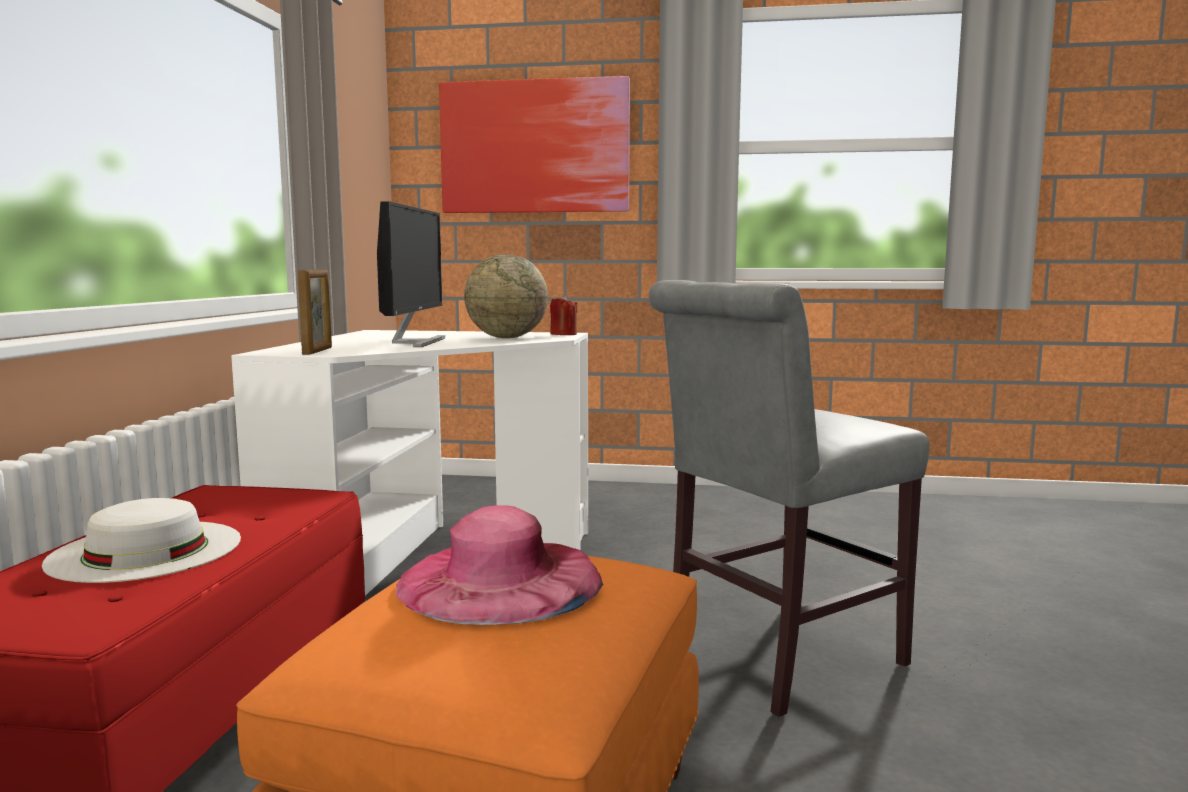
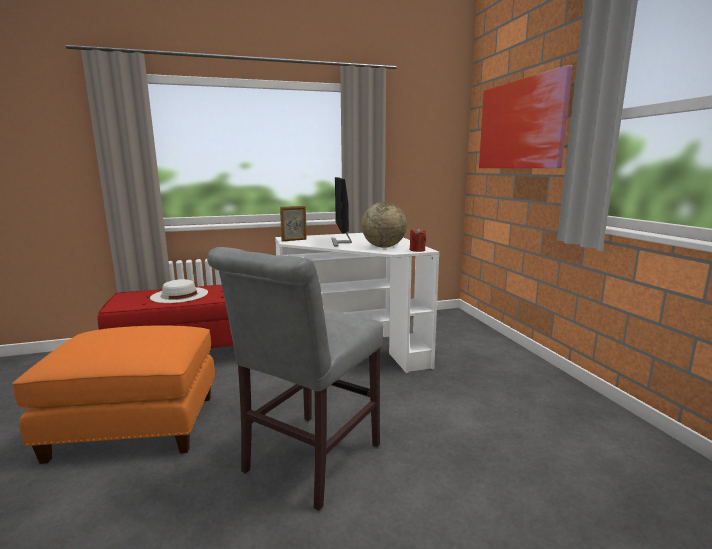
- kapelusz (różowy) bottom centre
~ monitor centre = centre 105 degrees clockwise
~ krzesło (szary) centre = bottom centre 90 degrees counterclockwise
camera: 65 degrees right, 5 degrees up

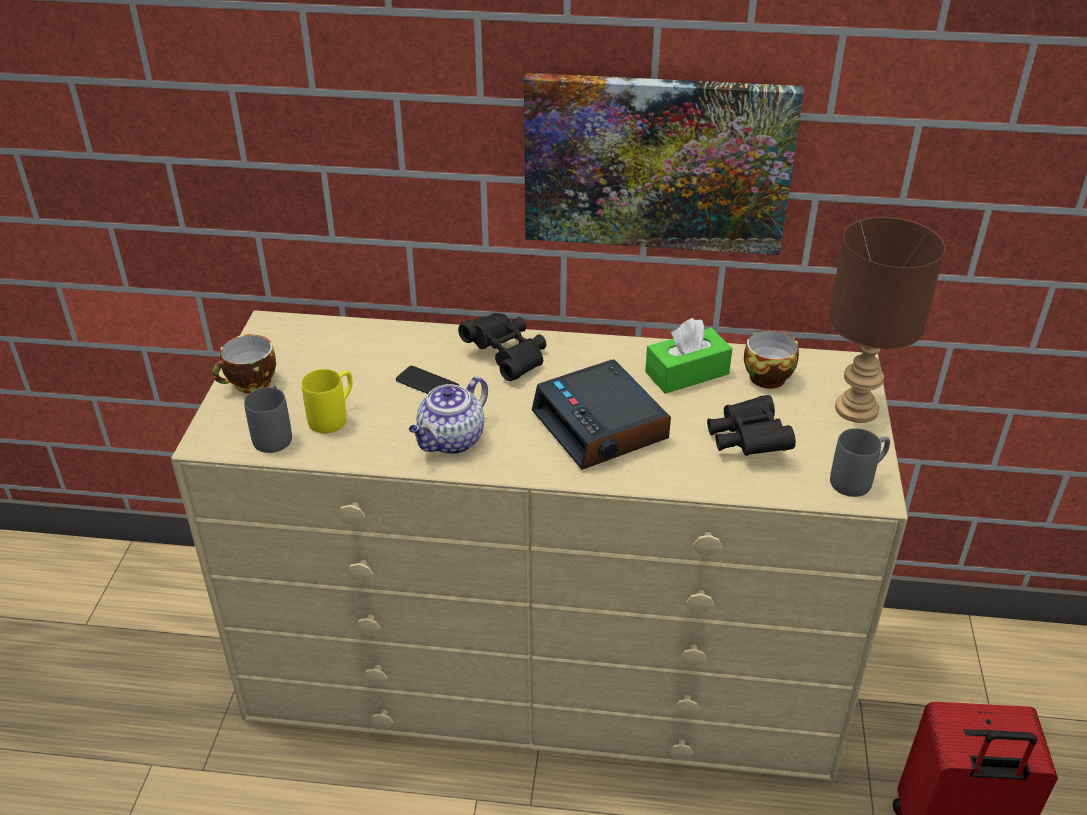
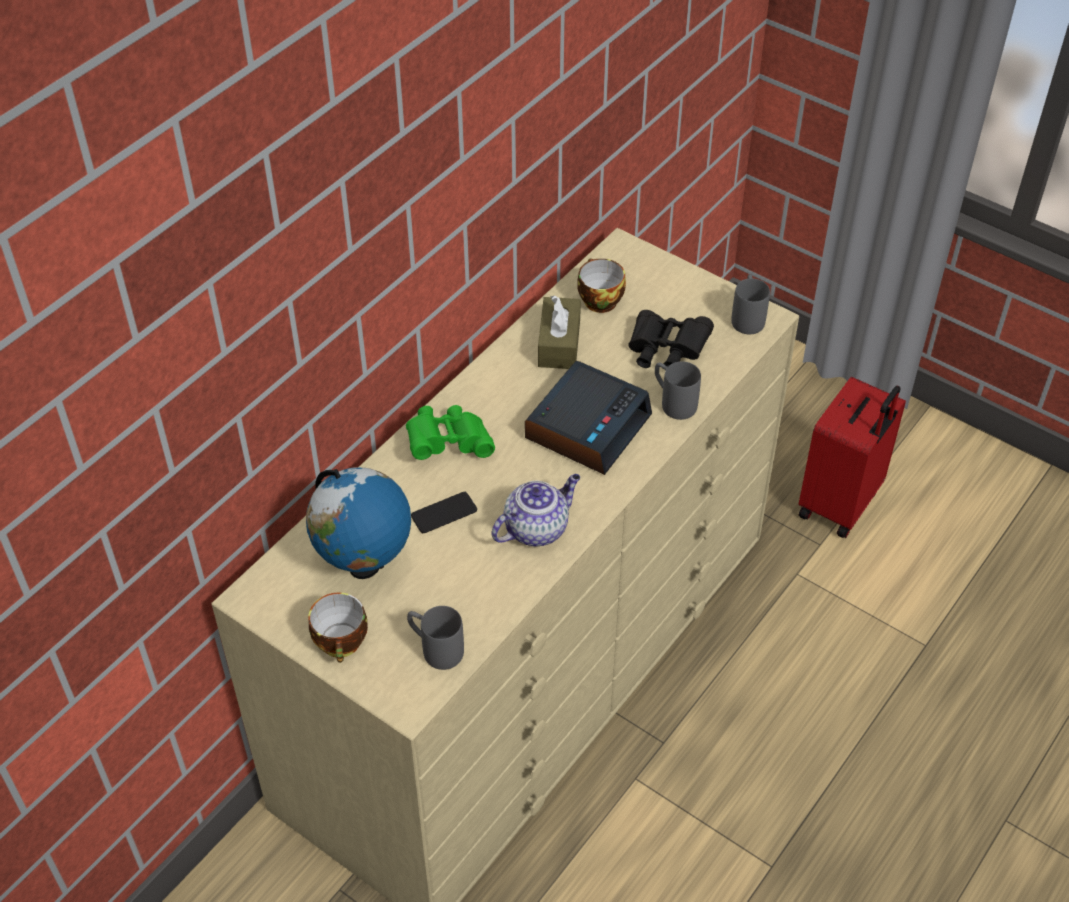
- kubek (żółty) middle left
- obraz top centre
- lampa stołowa (brązowy) middle right
+ globus centre
+ kubek (szary) (2nd from left) centre
~ lornetka (czarny) (1st from left) centre to lornetka (zielony) centre
~ pudełko chusteczek (zielony) centre to pudełko chusteczek (brązowy) centre
~ imbryk centre = centre 105 degrees counterclockwise
~ budzik centre = centre 60 degrees counterclockwise
camera: 60 degrees left, 10 degrees up

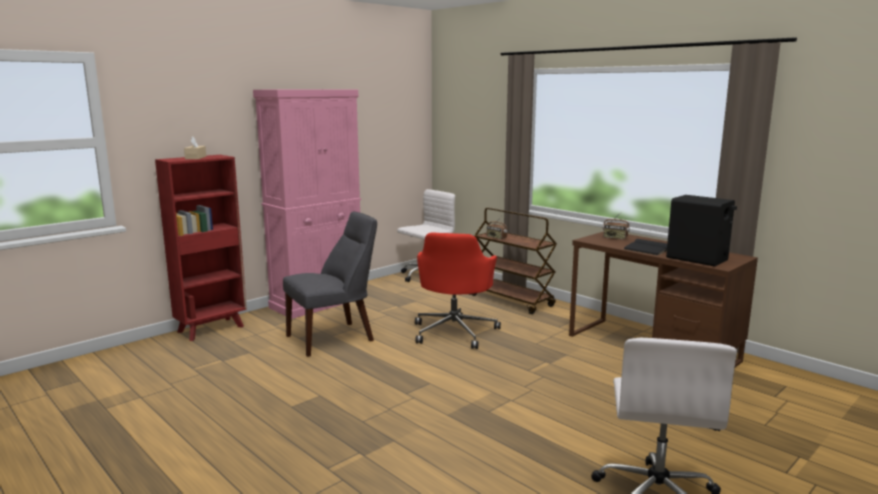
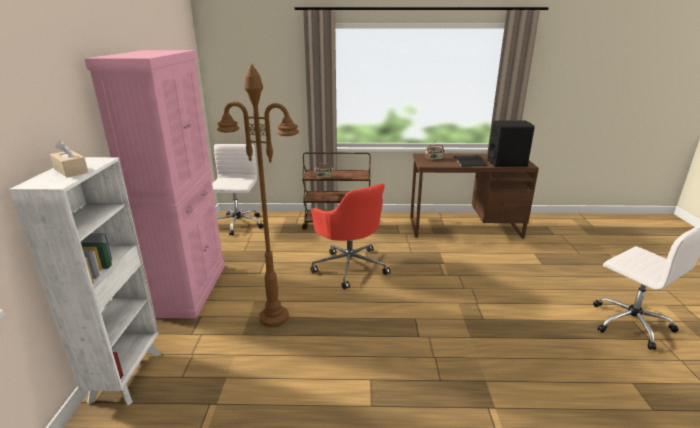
~ krzesło (szary) centre to lampa stojąca (brązowy) centre
~ regał (czerwony) middle left to regał (biały) middle left
camera: 45 degrees left, 10 degrees up

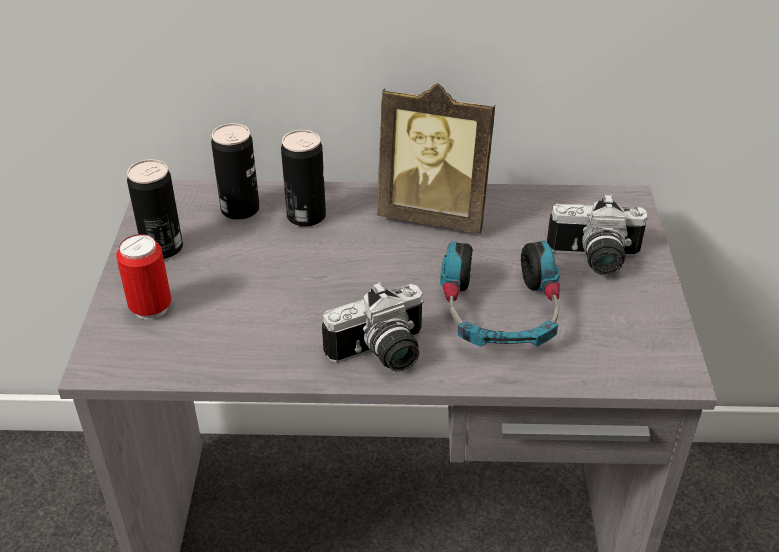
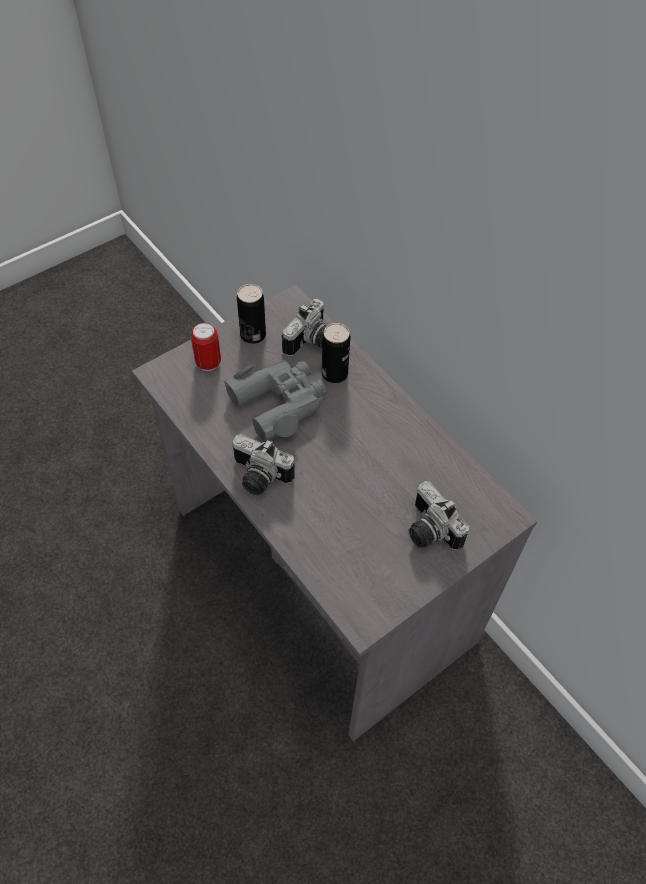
- ramka na zdjęcie top centre
- słuchawki centre
+ lornetka (szary) centre
~ puszka (3rd from left) top left to aparat fotograficzny (2nd from left) centre
camera: 50 degrees right, 15 degrees up

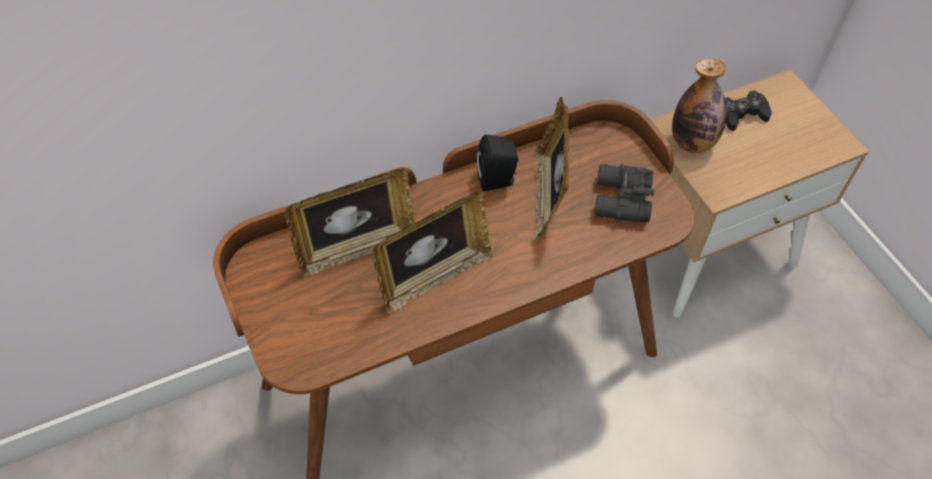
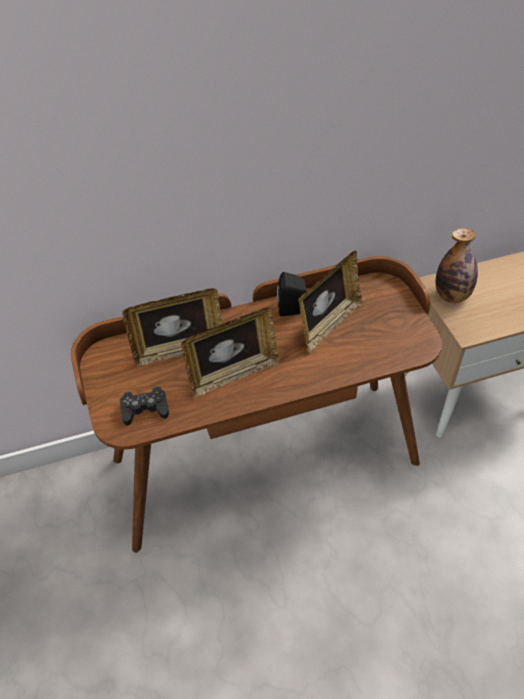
- lornetka (czarny) middle right
~ pad do gier (czarny) top right to middle left
~ ramka na zdjęcie (3rd from left) centre = centre 150 degrees counterclockwise
camera: 10 degrees right, 5 degrees down

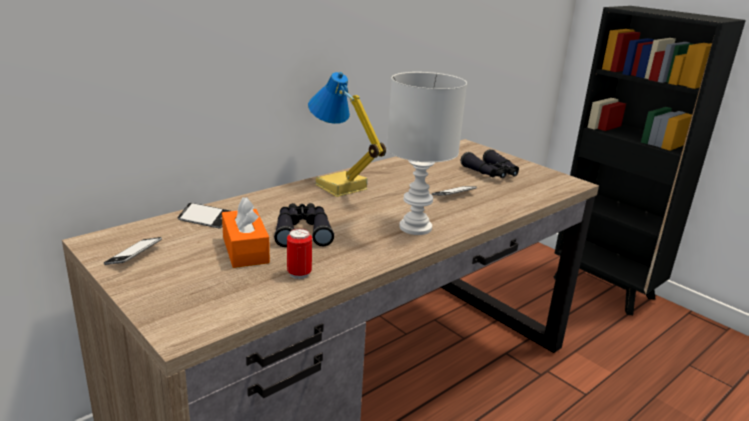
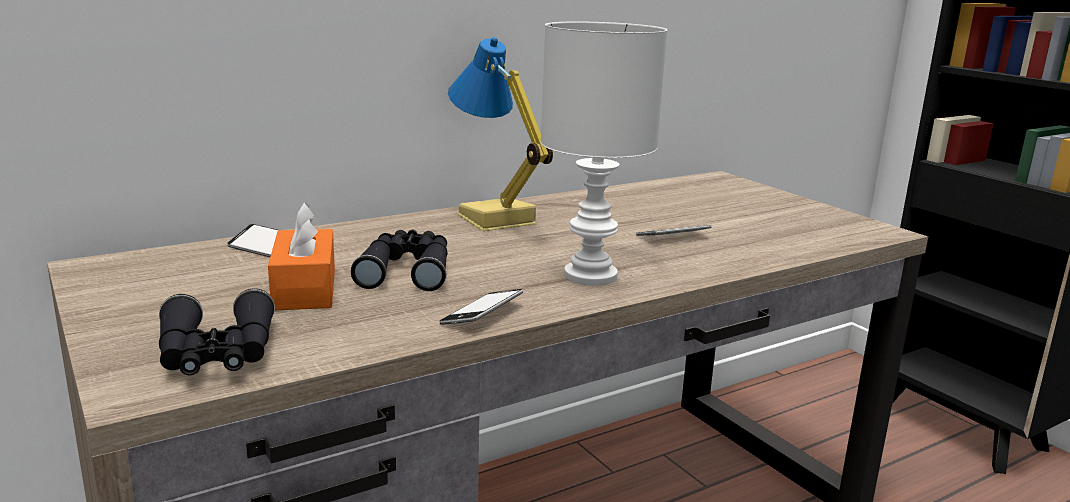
- puszka centre
~ telefon (1st from left in the first image) middle left to telefon (2nd from left) centre
~ lornetka (czarny) (2nd from left in the first image) centre to lornetka (czarny) (1st from left) middle left
camera: 10 degrees right, 5 degrees down

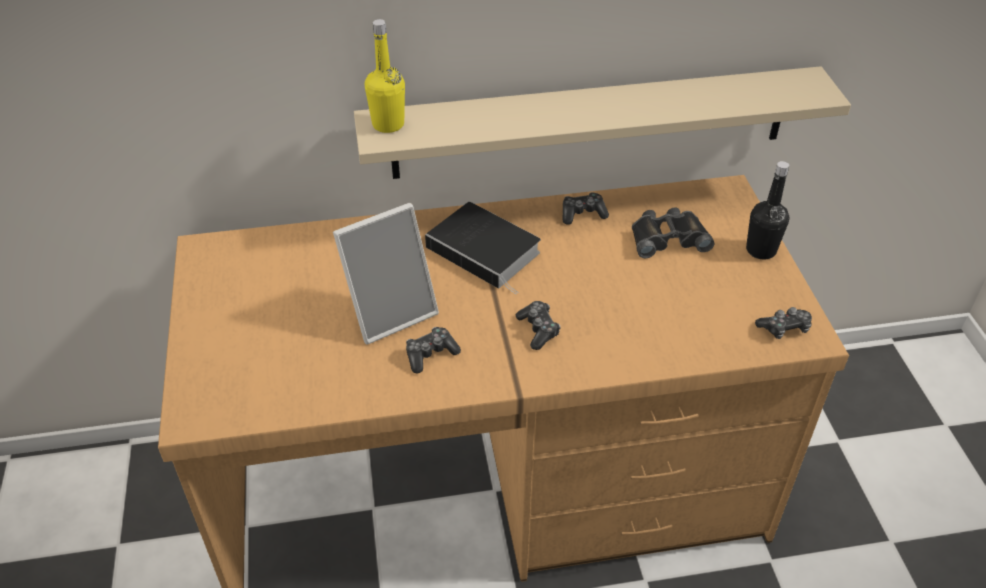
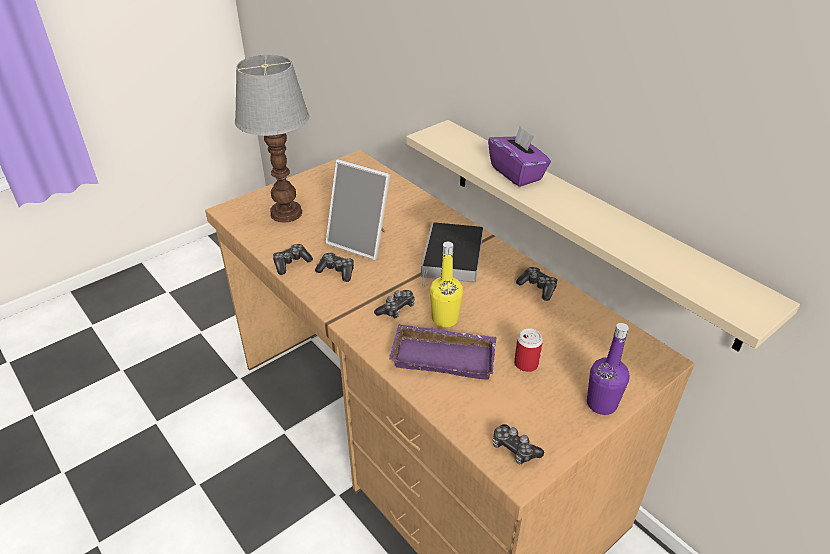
- lornetka (czarny) middle right
+ lampa stołowa top left
+ pad do gier (1st from left) centre
+ taca (fioletowy) centre
+ pudełko chusteczek (fioletowy) top centre
+ puszka centre
~ butelka (żółty) top centre to centre
~ butelka (czarny) middle right to butelka (fioletowy) middle right
camera: 60 degrees right, 5 degrees down

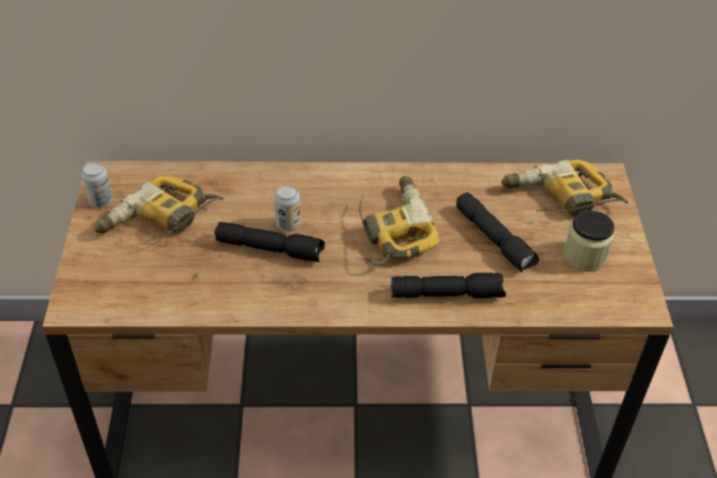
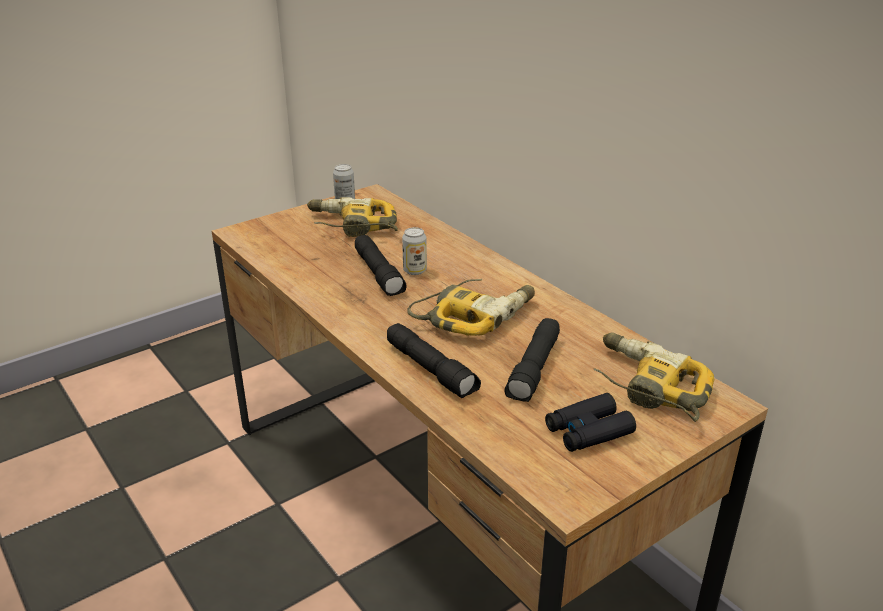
~ słoik middle right to lornetka (czarny) bottom right
camera: 55 degrees right, 15 degrees down

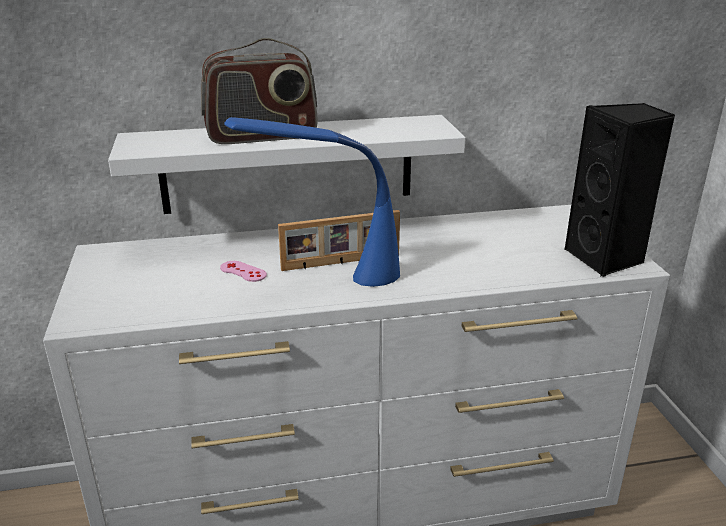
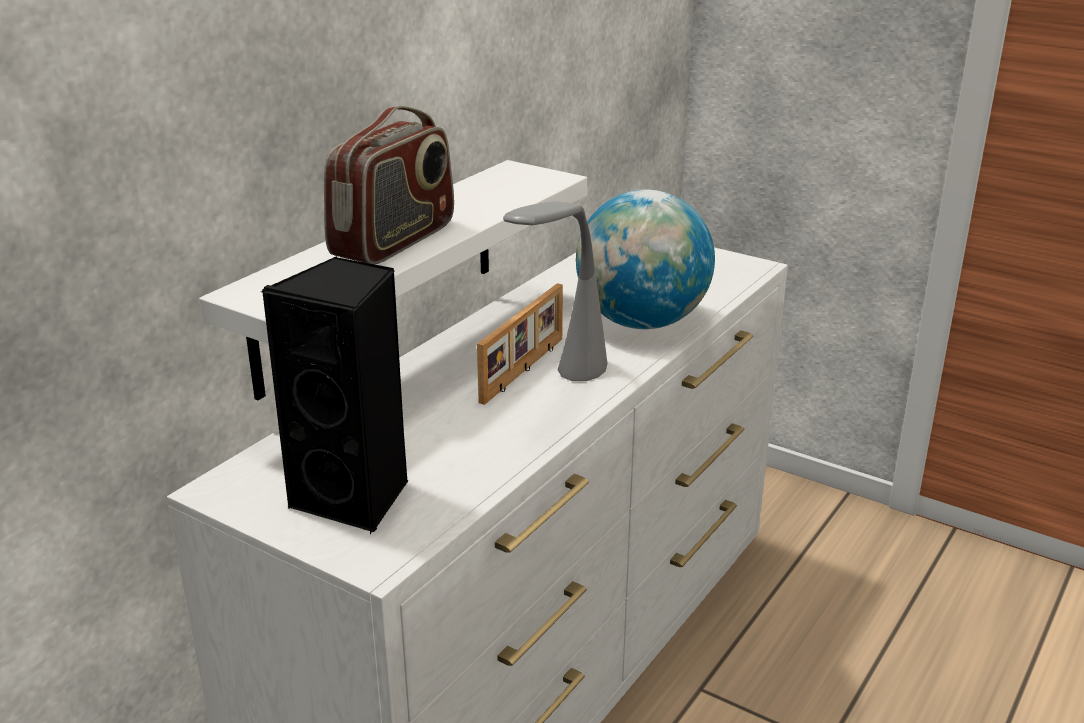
- pad do gier (różowy) centre
+ globus centre
~ głośnik (czarny) middle right to middle left
~ lampa stołowa (niebieski) centre to lampa stołowa (szary) centre
camera: 45 degrees left, 0 degrees up

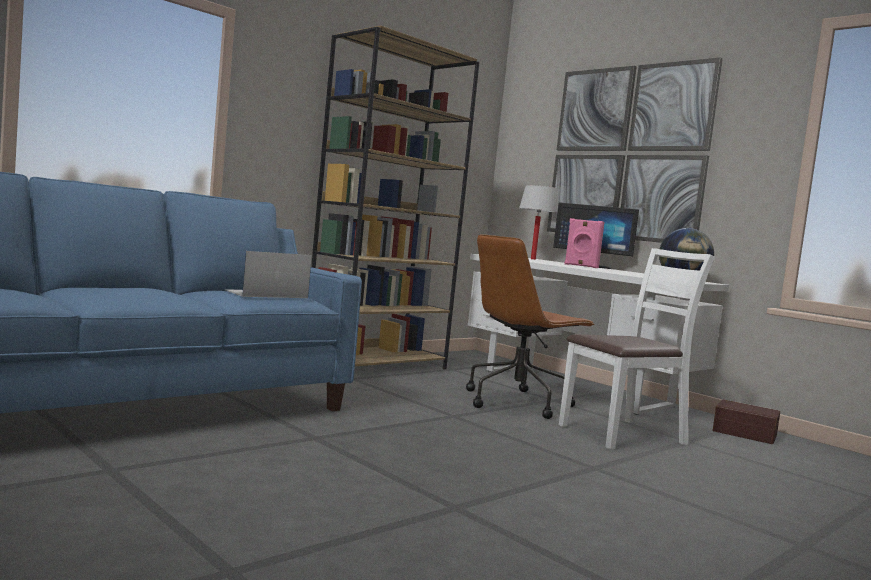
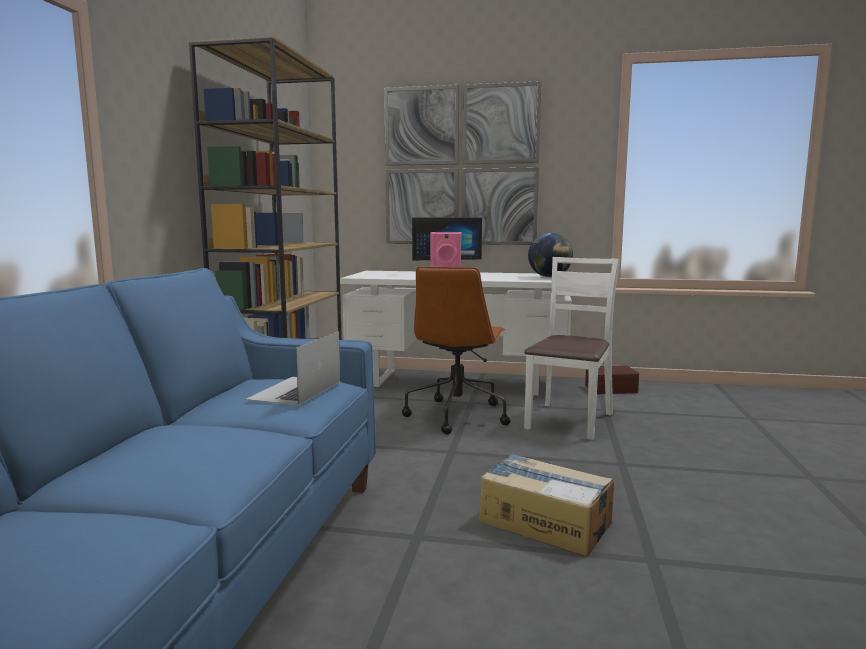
- lampa stołowa (biały) centre
+ karton bottom centre
camera: 35 degrees left, 5 degrees up

